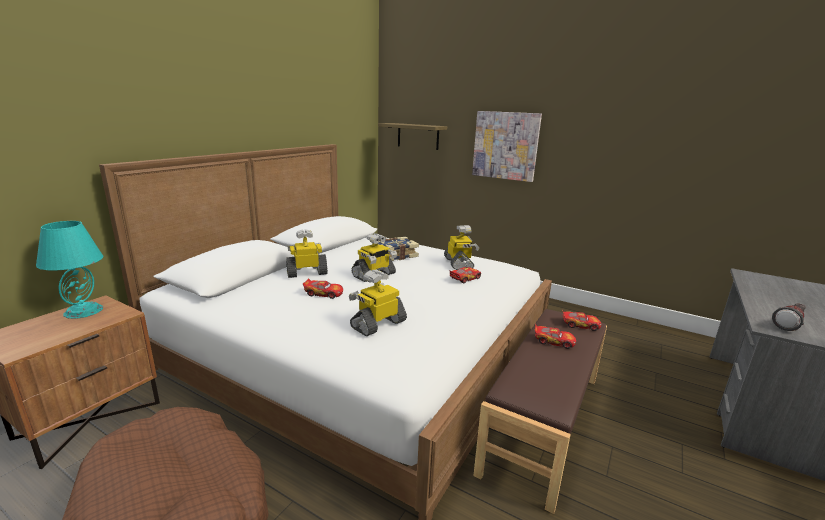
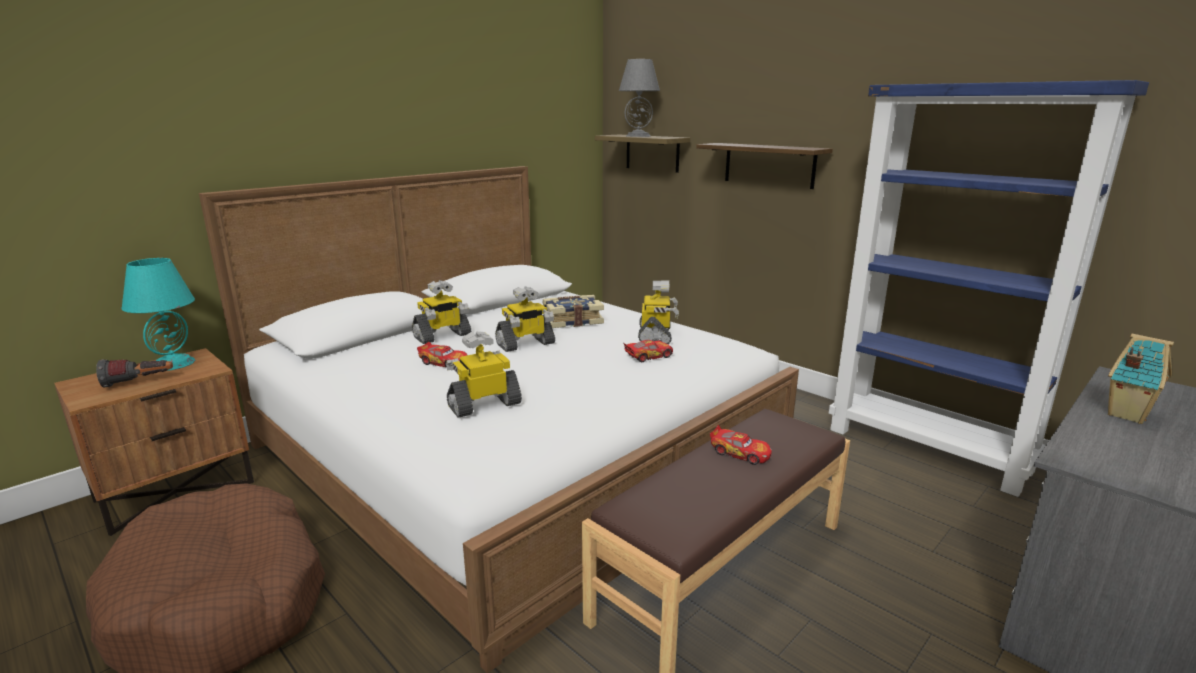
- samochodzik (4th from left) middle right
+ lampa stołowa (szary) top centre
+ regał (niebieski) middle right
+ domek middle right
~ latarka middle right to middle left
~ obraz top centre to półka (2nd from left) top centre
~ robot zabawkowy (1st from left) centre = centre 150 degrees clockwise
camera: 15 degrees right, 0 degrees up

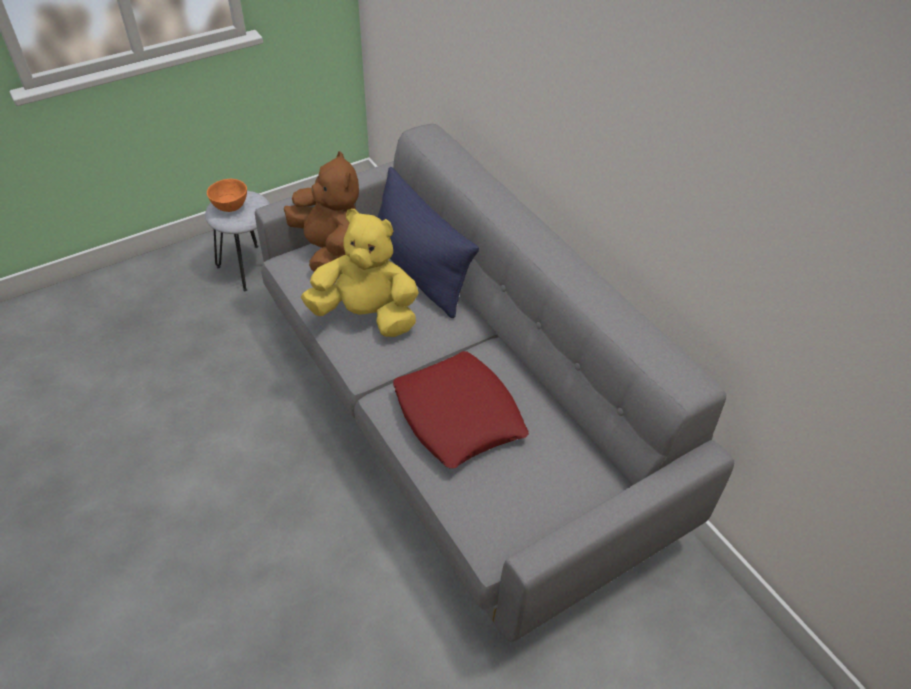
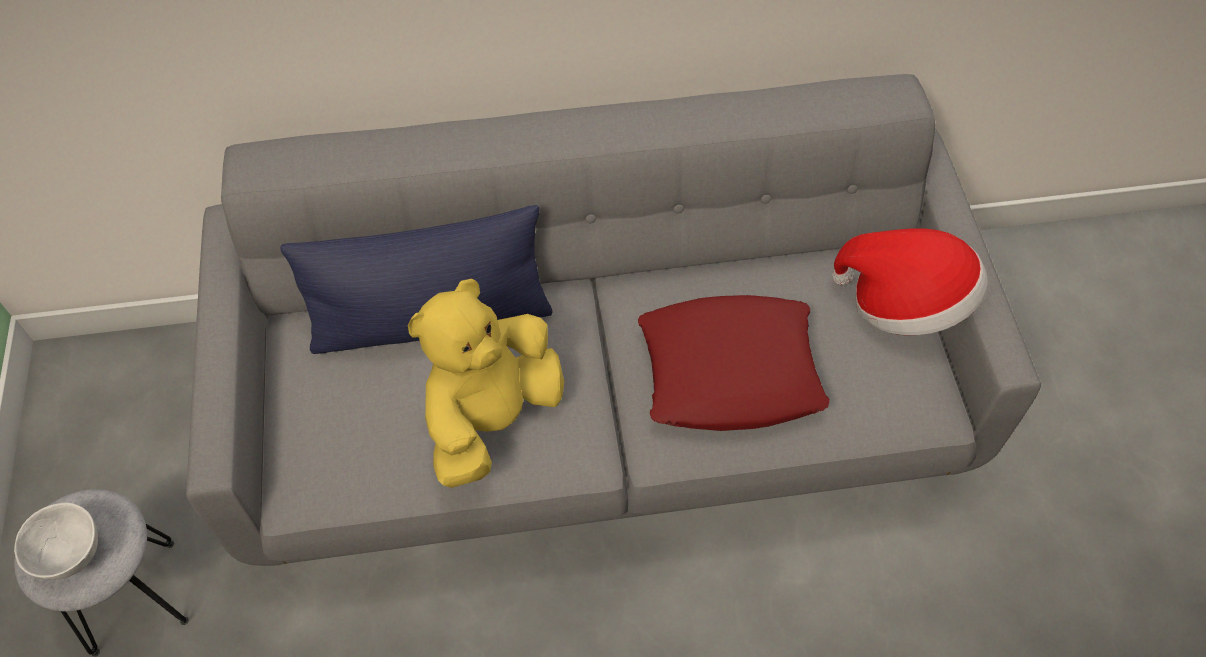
- pluszak (brązowy) top centre
+ kapelusz middle right
~ miska (pomarańczowy) top left to miska (biały) bottom left
camera: 65 degrees left, 10 degrees up

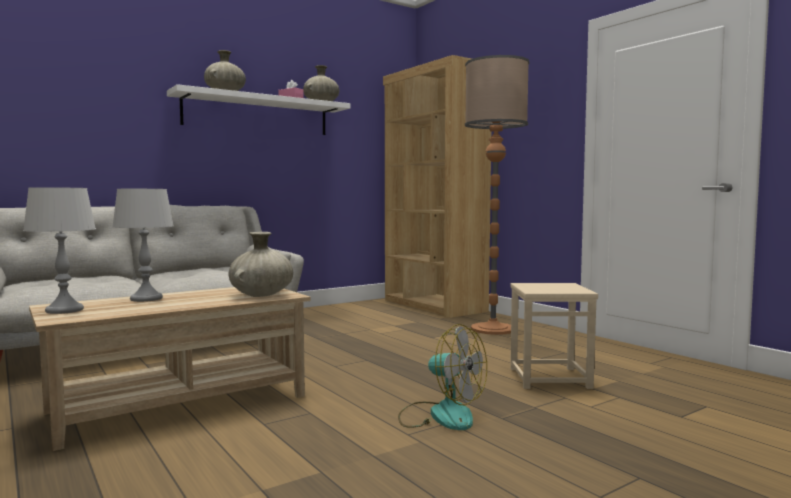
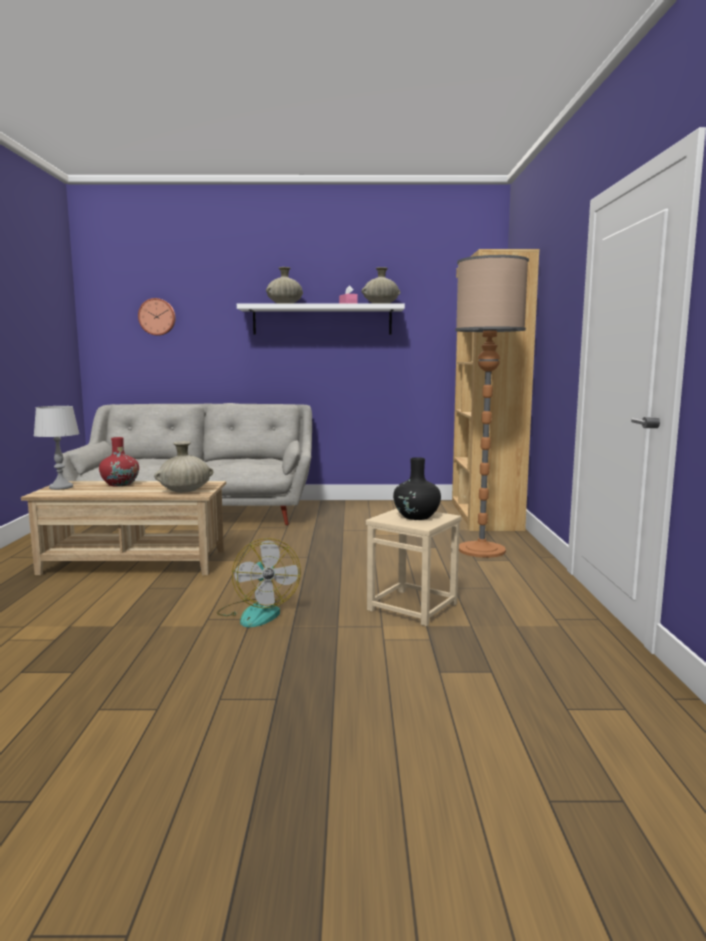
+ zegar ścienny middle left
+ wazon (czarny) centre
~ lampa stołowa (szary) (2nd from left) middle left to wazon (czerwony) middle left
camera: 35 degrees right, 5 degrees up

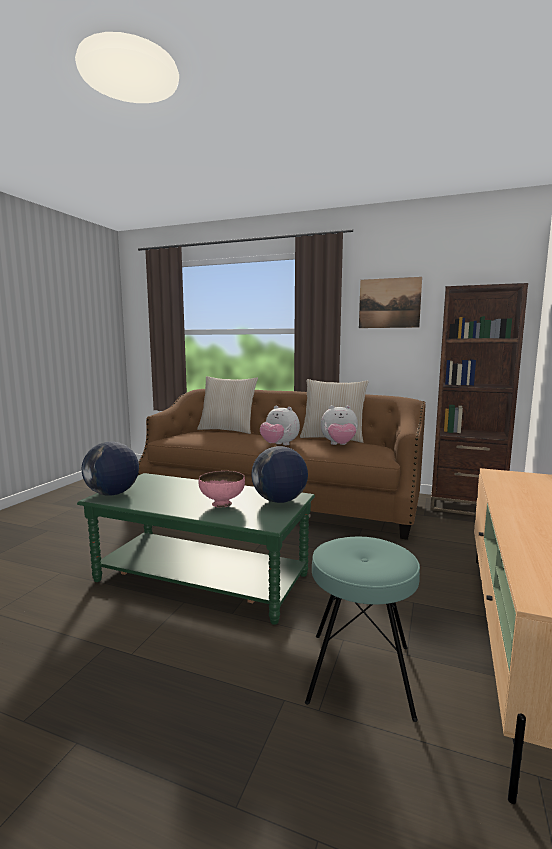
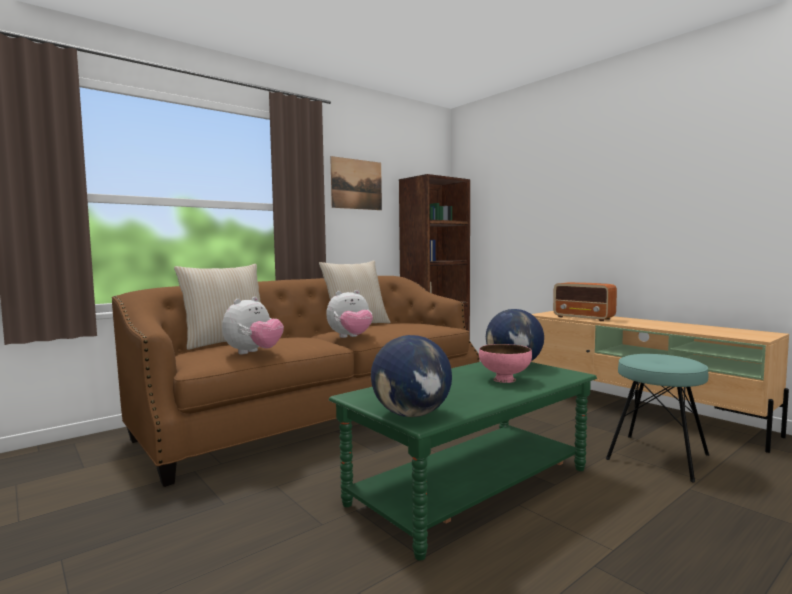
+ radio middle right
~ pluszak (2nd from left in the first image) centre to pluszak (1st from left) middle left
camera: 60 degrees left, 5 degrees down

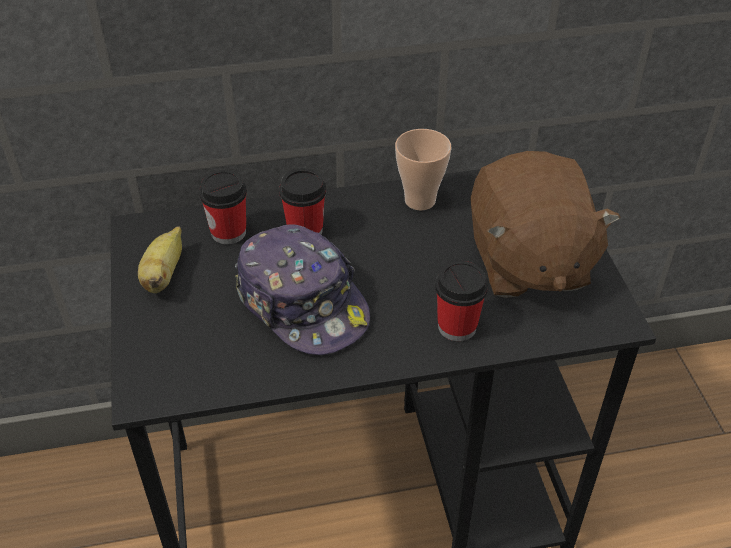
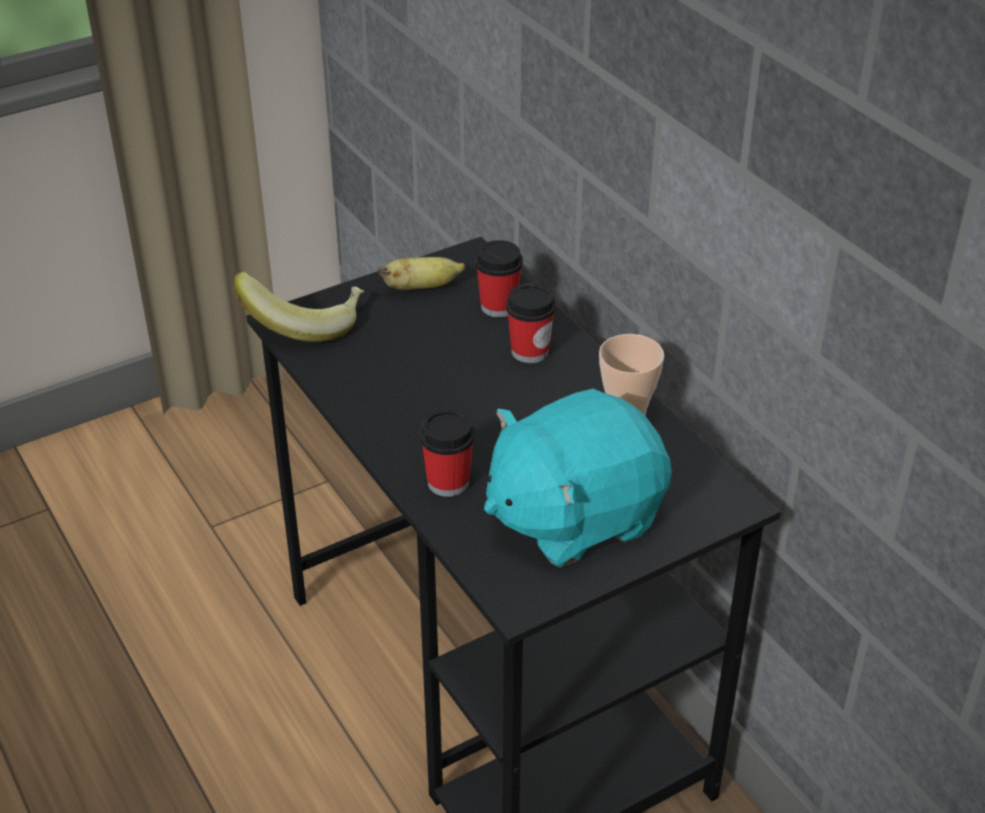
- czapka z daszkiem centre
+ banan (1st from left) middle left
~ pluszak (brązowy) middle right to pluszak (turkusowy) centre
camera: 70 degrees right, 5 degrees down

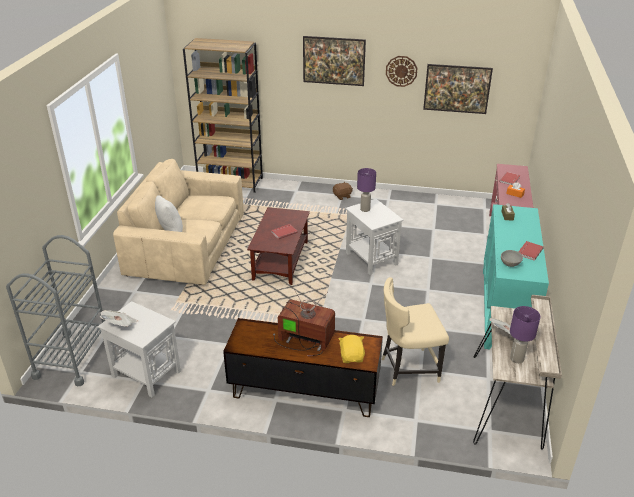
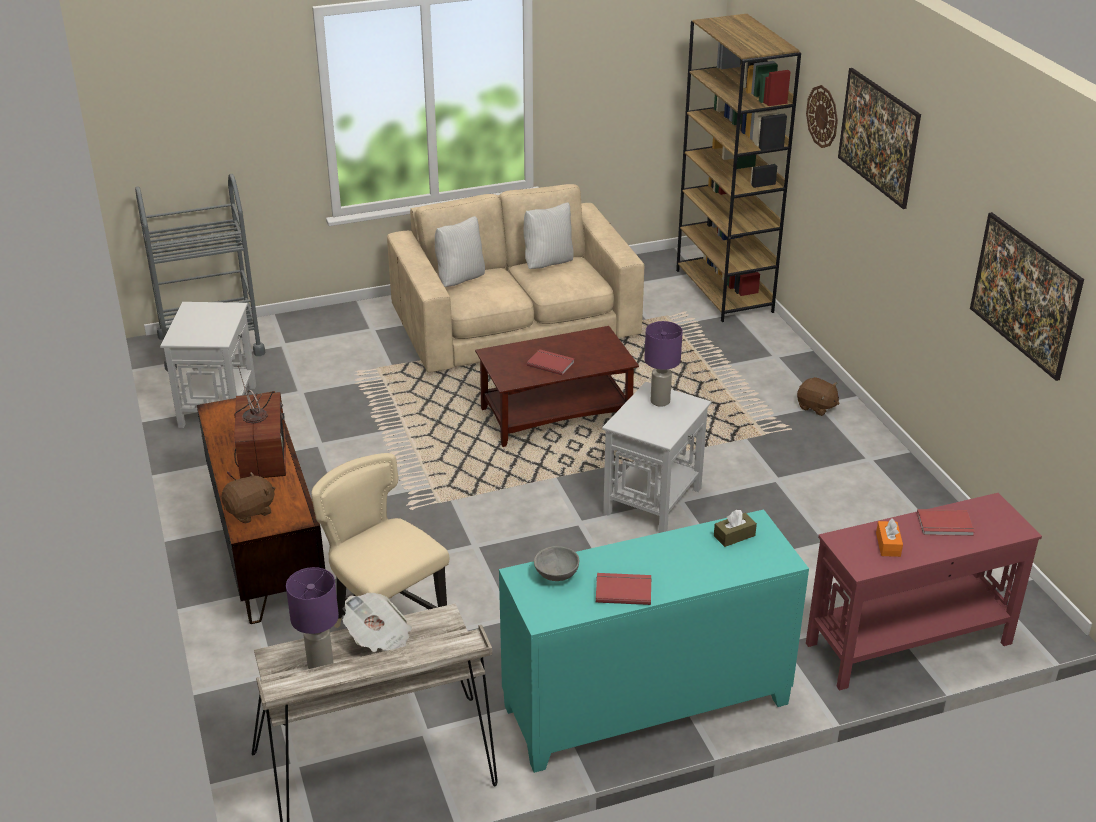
- gazeta (1st from left) middle left
+ poduszka (biały) (2nd from left) top centre
~ zegar ścienny top centre to top right
~ pluszak (żółty) bottom centre to pluszak (brązowy) (1st from left) middle left
camera: 60 degrees right, 0 degrees up

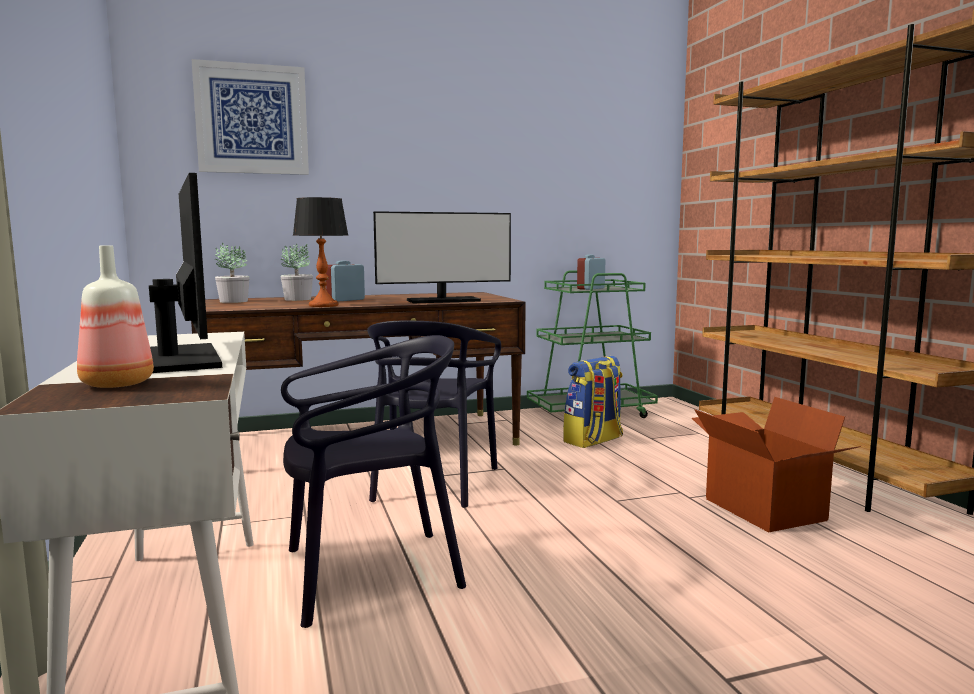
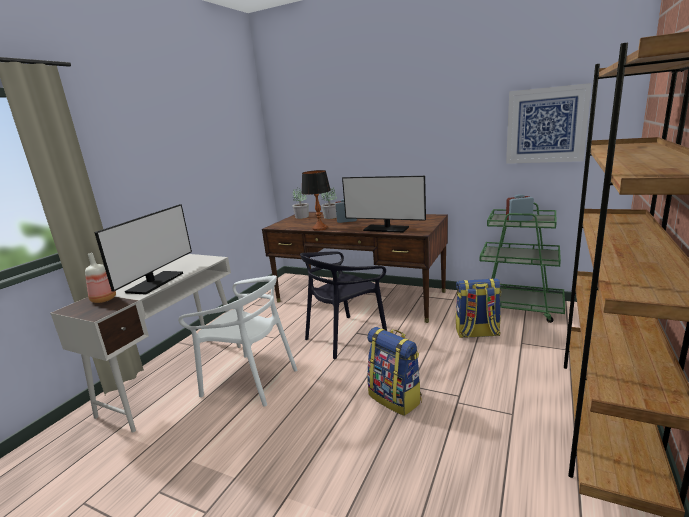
- karton bottom right
+ plecak (1st from left) bottom centre
~ obraz top left to top right
~ krzesło (czarny) (1st from left) bottom centre to krzesło (biały) centre
camera: 45 degrees right, 10 degrees up

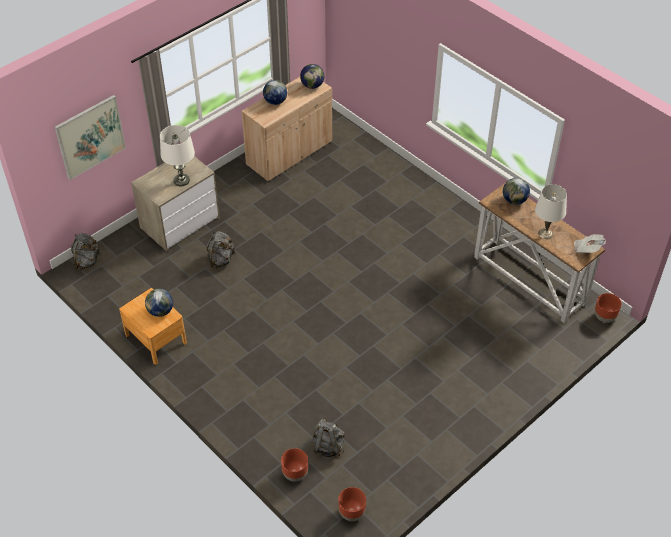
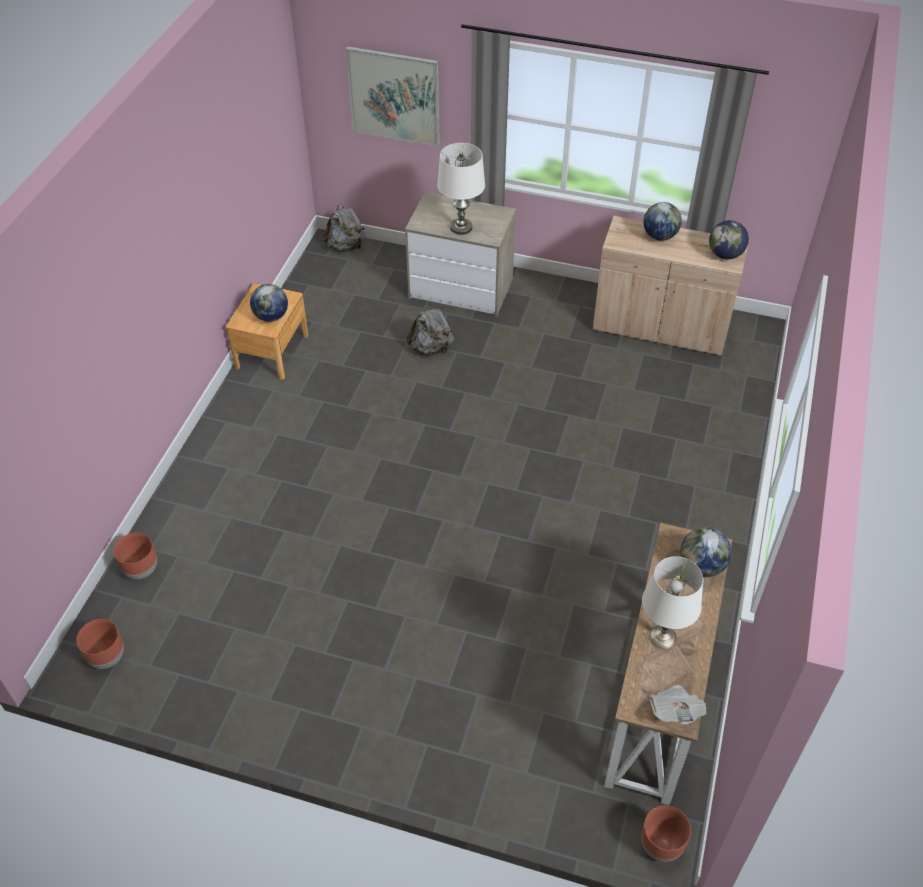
- plecak (szary) (3rd from left) bottom centre
camera: 60 degrees right, 0 degrees up

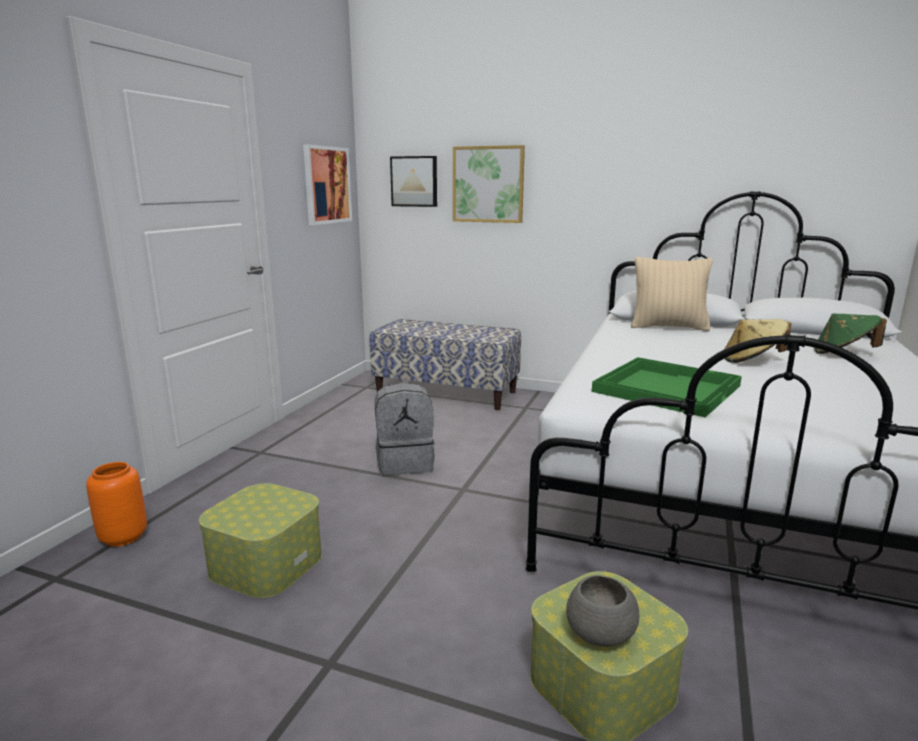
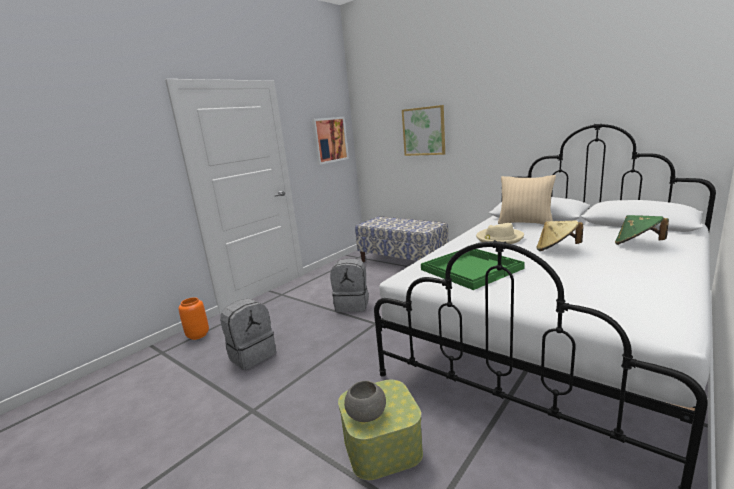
- obraz (2nd from left) top centre
+ kapelusz (beżowy) (1st from left) middle right
~ pojemnik do przechowywania (1st from left) bottom left to plecak (szary) (1st from left) bottom centre
camera: 20 degrees right, 0 degrees up

